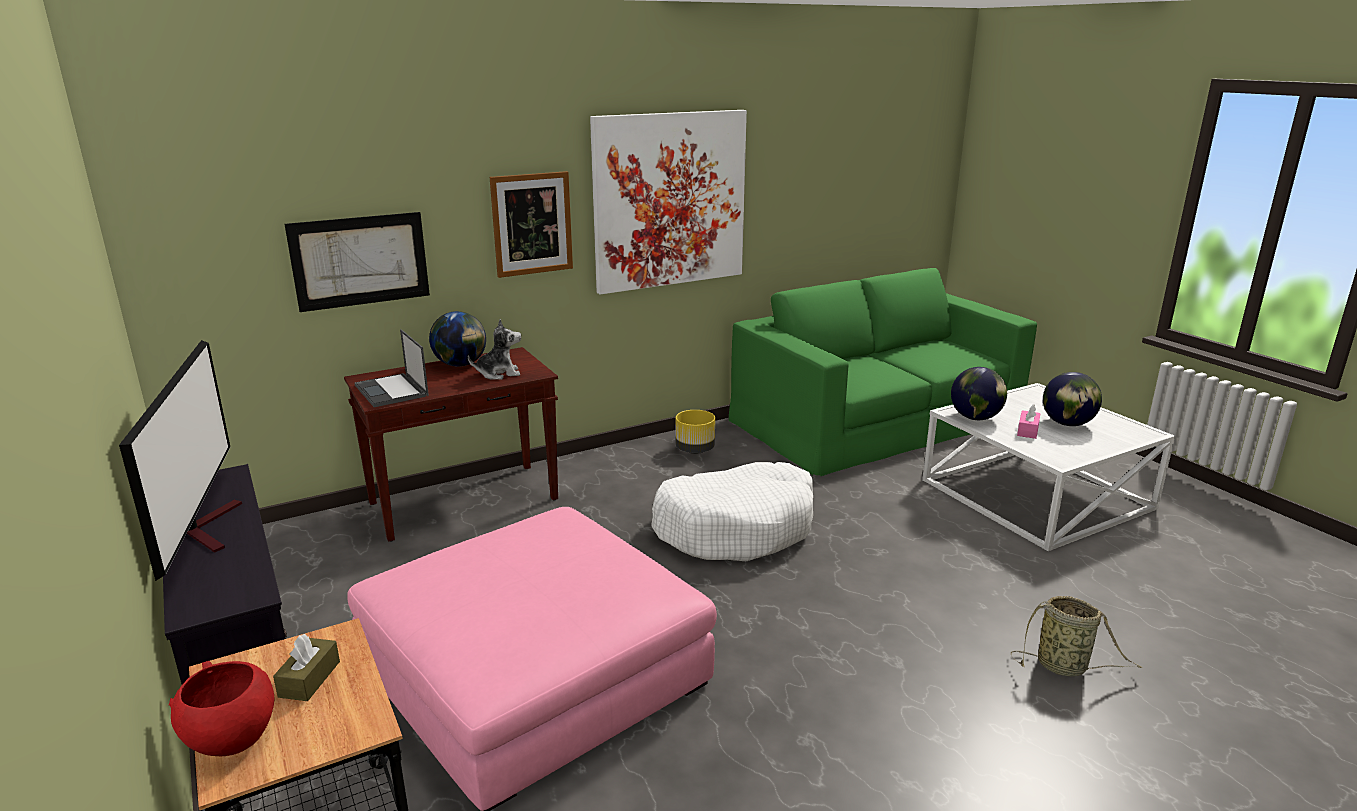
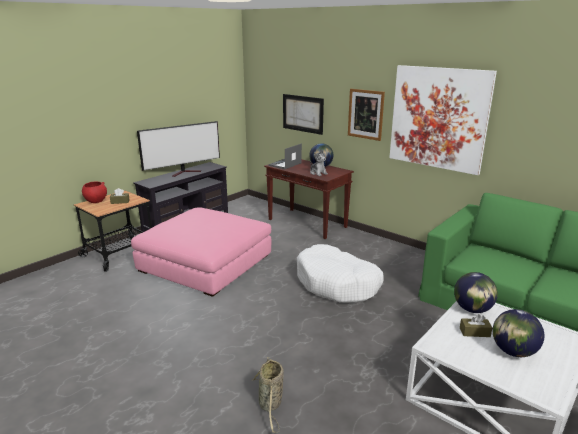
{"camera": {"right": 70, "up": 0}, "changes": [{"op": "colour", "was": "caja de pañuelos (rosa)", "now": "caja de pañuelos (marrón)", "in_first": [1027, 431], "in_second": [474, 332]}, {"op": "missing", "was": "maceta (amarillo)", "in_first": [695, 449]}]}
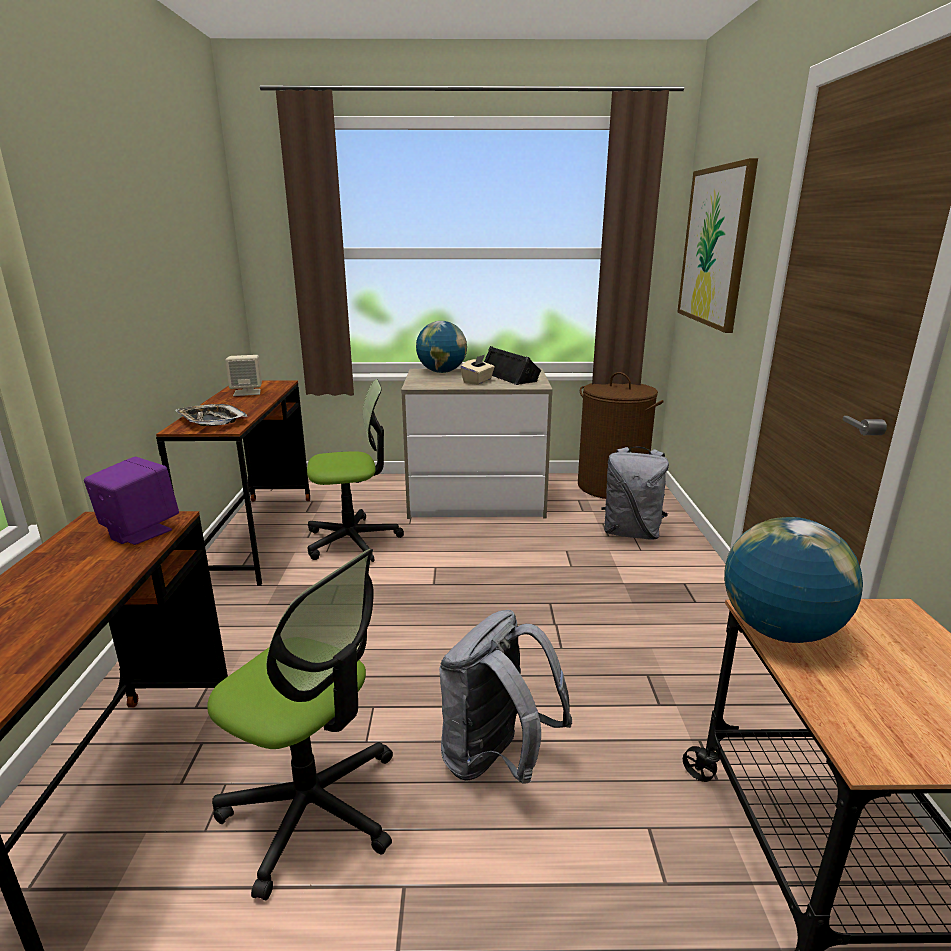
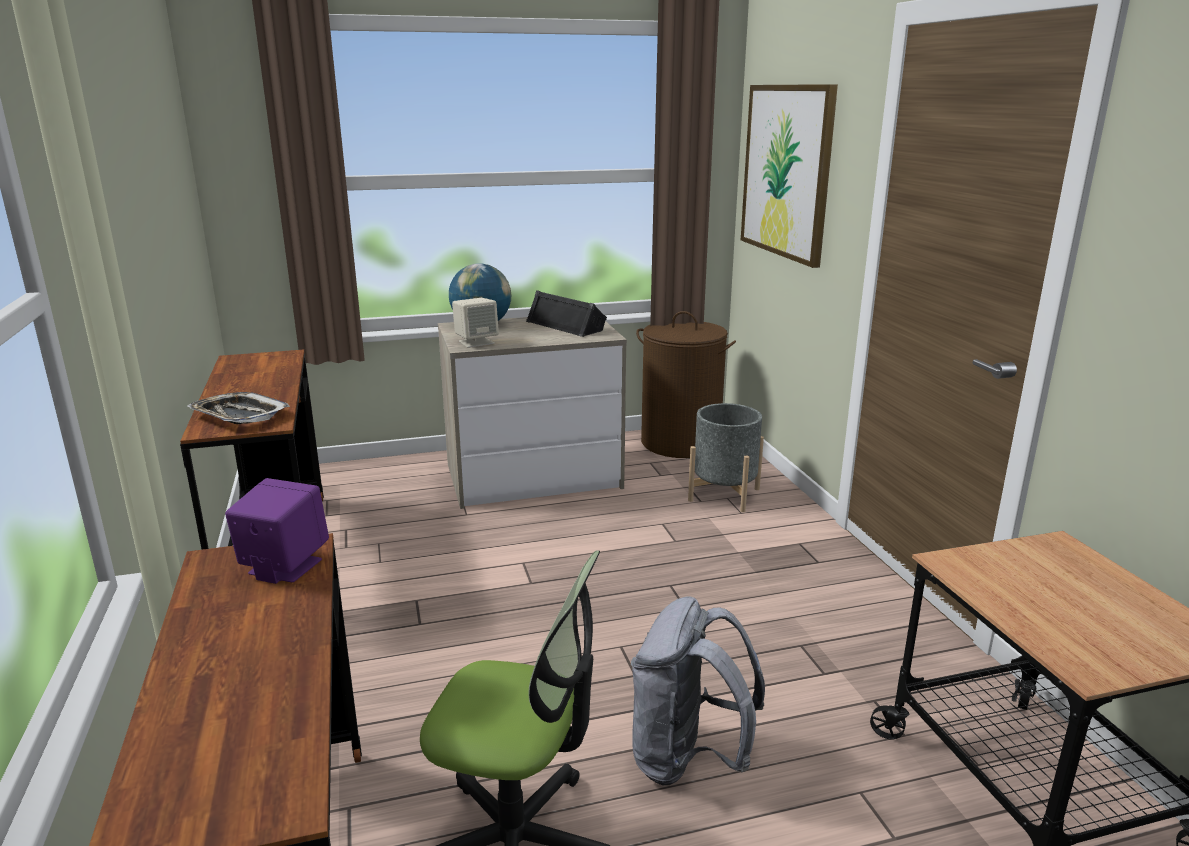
{"camera": {"right": -15, "up": 0}, "changes": [{"op": "relocated", "was": "altavoz (beis)", "in_first": [247, 392], "in_second": [476, 342]}, {"op": "exchanged", "was": "mochila (gris)", "now": "maceta (gris)", "in_first": [631, 533], "in_second": [724, 494]}, {"op": "missing", "was": "silla de oficina", "in_first": [353, 541]}, {"op": "missing", "was": "caja de pañuelos (beis)", "in_first": [478, 381]}, {"op": "missing", "was": "globo terráqueo", "in_first": [779, 630]}]}
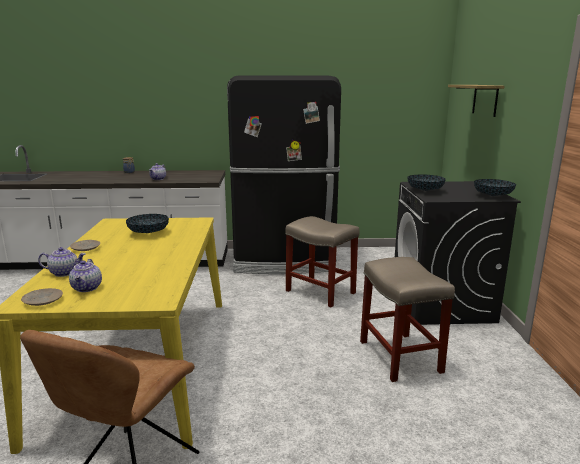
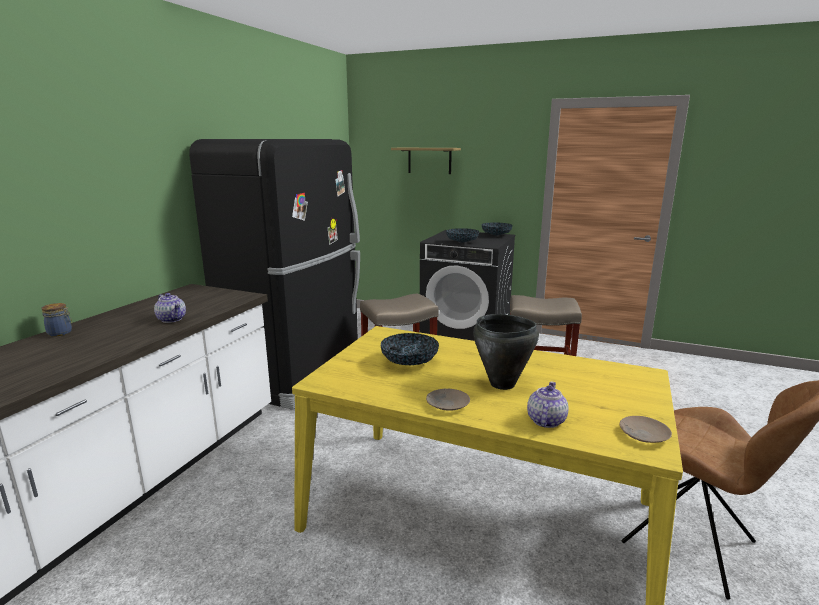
{"camera": {"right": -65, "up": 0}, "changes": [{"op": "appeared", "now": "olla (negro)", "in_second": [502, 384]}, {"op": "missing", "was": "tetera", "in_first": [87, 288]}]}
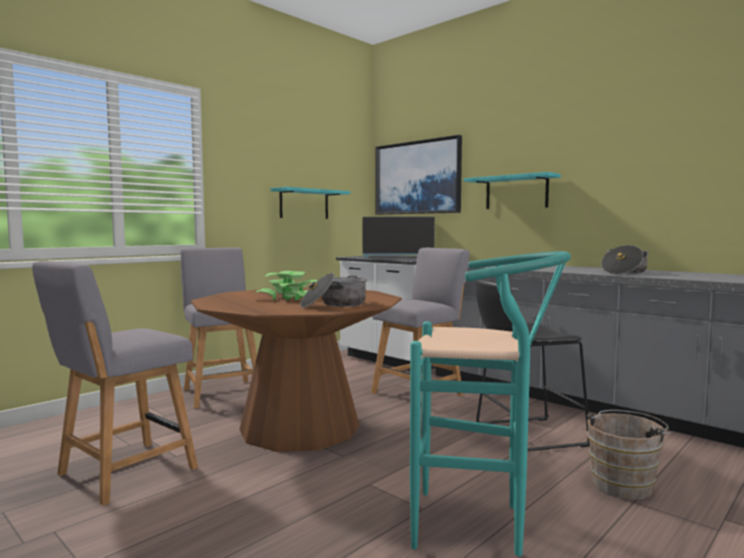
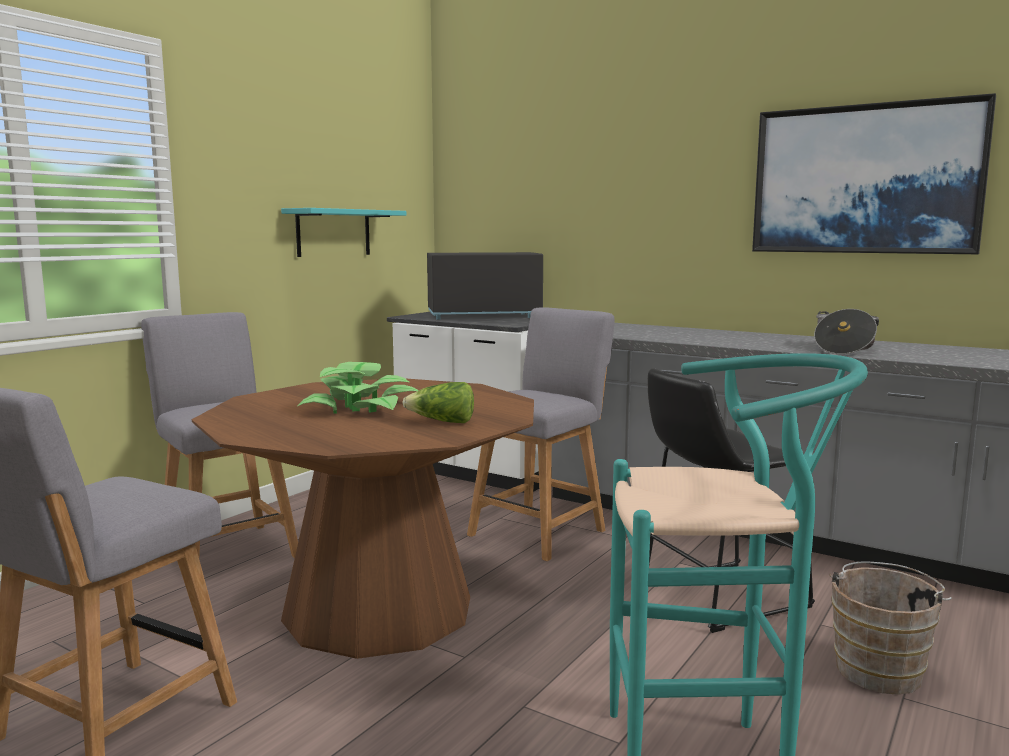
{"camera": {"right": -10, "up": 5}, "changes": [{"op": "exchanged", "was": "olla", "now": "lechuga", "in_first": [334, 304], "in_second": [442, 422]}, {"op": "relocated", "was": "cuadro", "in_first": [417, 178], "in_second": [865, 180]}, {"op": "missing", "was": "estante (turquesa)", "in_first": [516, 192]}]}
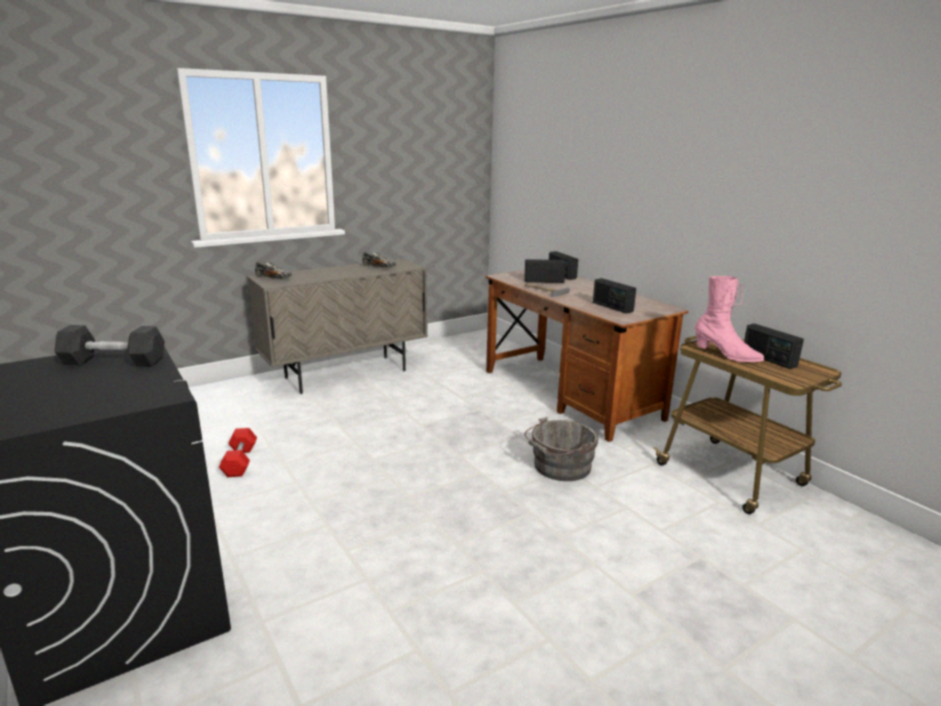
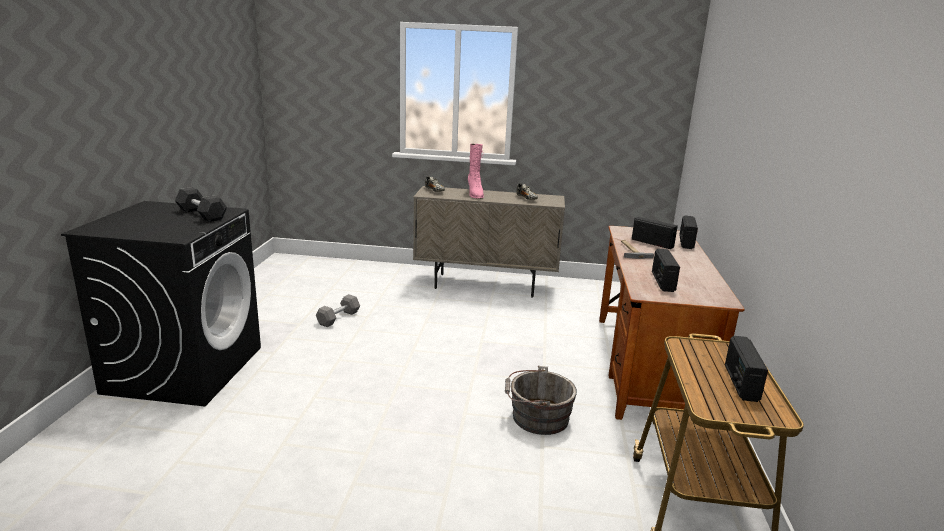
{"camera": {"right": 40, "up": 0}, "changes": [{"op": "colour", "was": "mancuerna (rojo)", "now": "mancuerna (gris)", "in_first": [240, 461], "in_second": [338, 318]}, {"op": "relocated", "was": "bota (rosa)", "in_first": [726, 355], "in_second": [475, 194]}]}
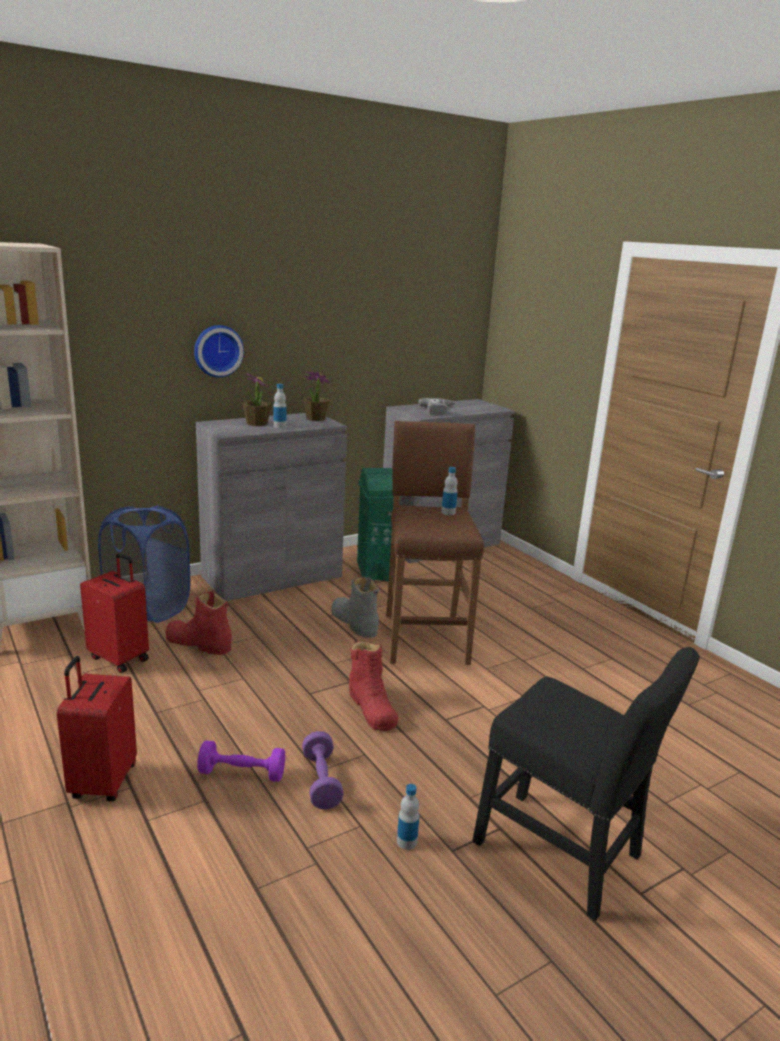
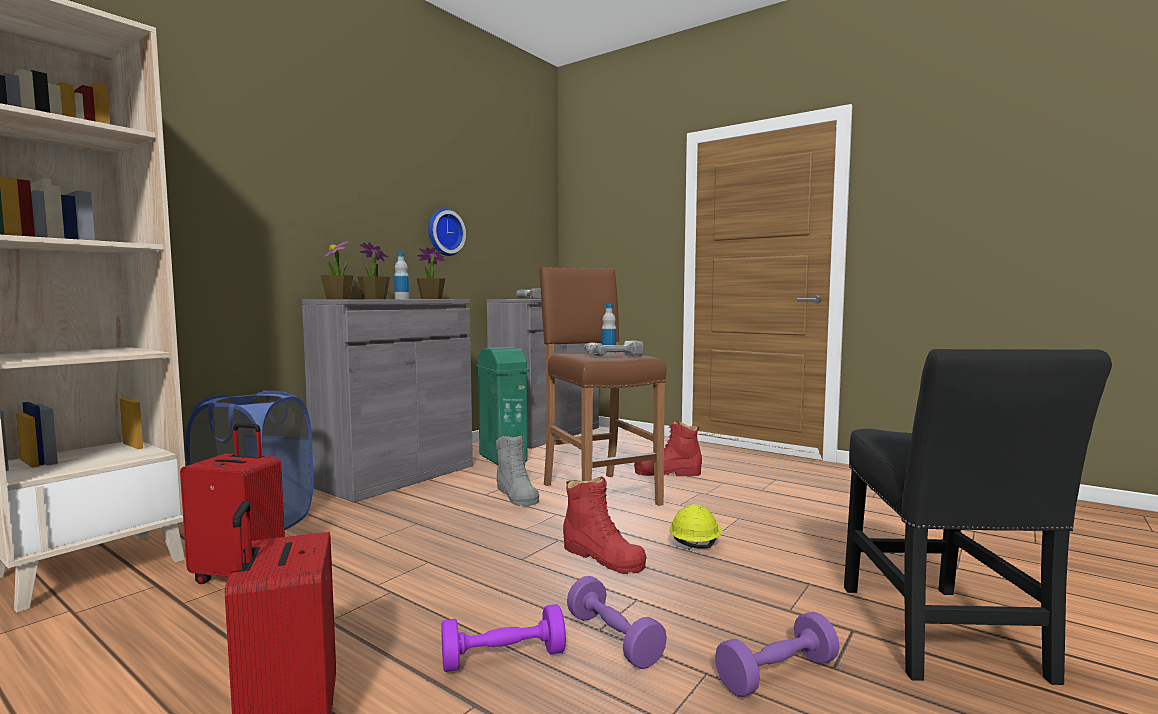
{"camera": {"right": -20, "up": -15}, "changes": [{"op": "appeared", "now": "planta en maceta", "in_second": [338, 299]}, {"op": "relocated", "was": "reloj de pared", "in_first": [217, 350], "in_second": [444, 232]}, {"op": "spun", "was": "bota (gris)", "in_first": [354, 622], "in_second": [516, 495], "clockwise": -150}, {"op": "appeared", "now": "taladro", "in_second": [611, 355]}, {"op": "relocated", "was": "bota (rojo)", "in_first": [198, 643], "in_second": [667, 473]}, {"op": "appeared", "now": "casco (amarillo)", "in_second": [695, 545]}, {"op": "exchanged", "was": "botella", "now": "mancuerna (morado)", "in_first": [407, 842], "in_second": [777, 674]}, {"op": "spun", "was": "silla (negro)", "in_first": [564, 855], "in_second": [941, 636], "clockwise": 75}]}
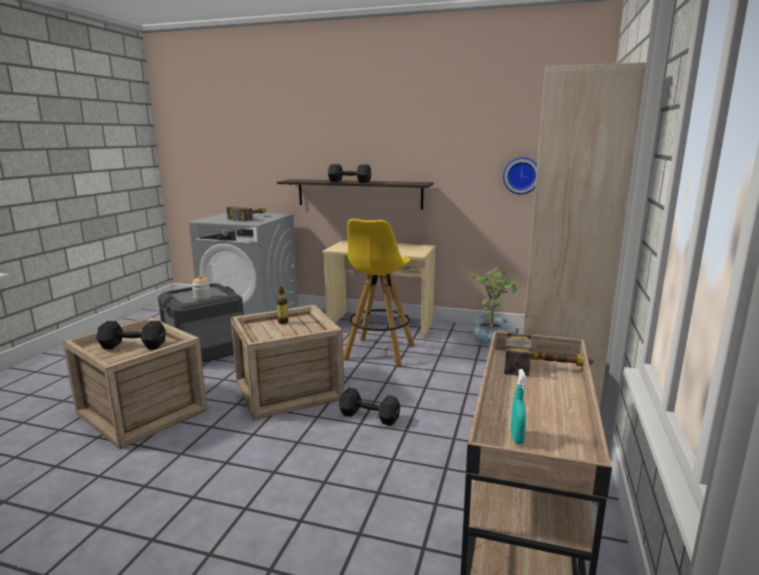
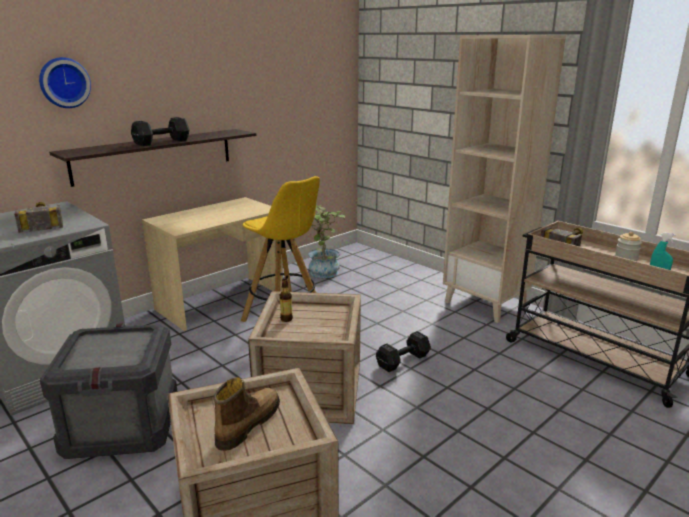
{"camera": {"right": -60, "up": 5}, "changes": [{"op": "relocated", "was": "reloj de pared", "in_first": [521, 175], "in_second": [64, 82]}, {"op": "exchanged", "was": "mancuerna (negro)", "now": "bota", "in_first": [132, 346], "in_second": [247, 424]}, {"op": "relocated", "was": "tarro", "in_first": [202, 297], "in_second": [626, 259]}]}
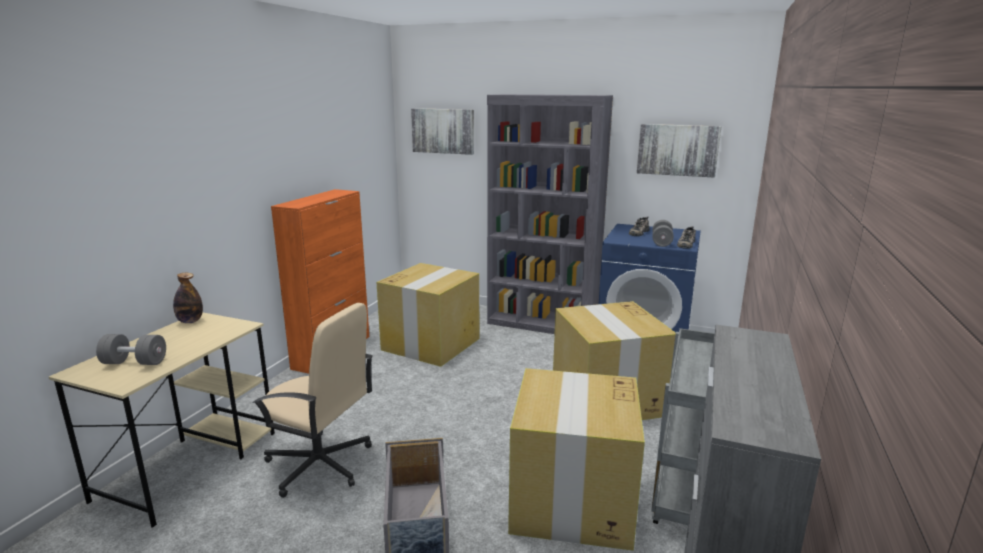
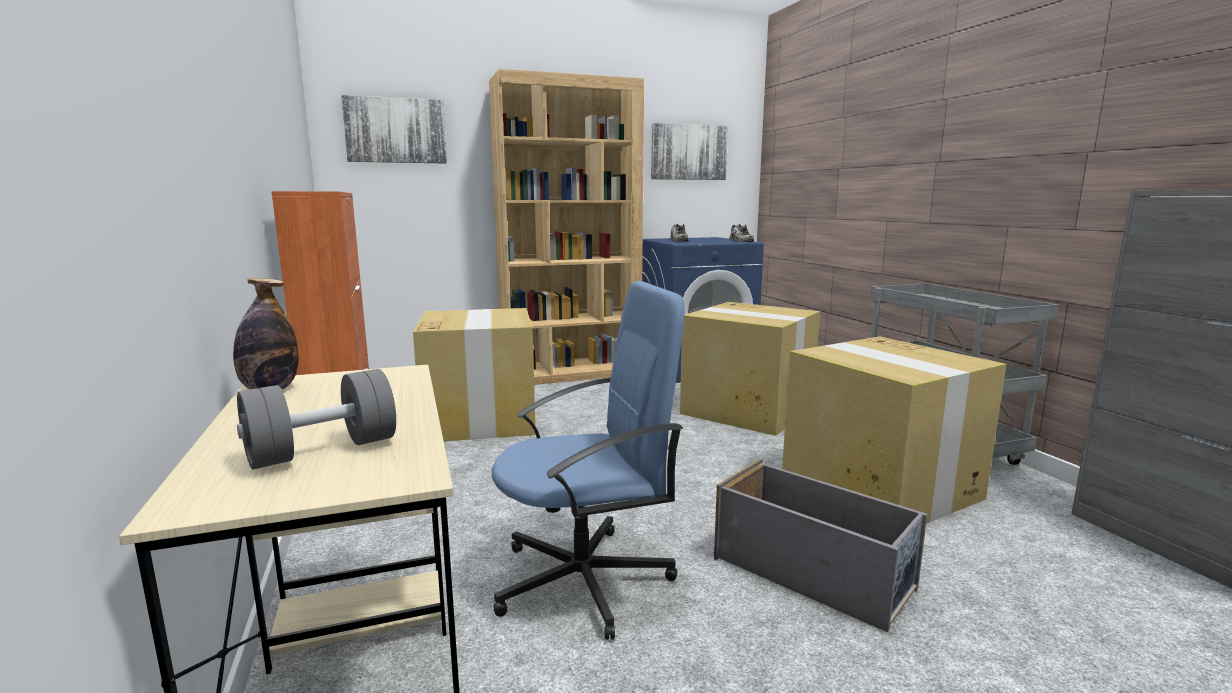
{"camera": {"right": -40, "up": -5}, "changes": [{"op": "colour", "was": "estantería (gris)", "now": "estantería (marrón)", "in_first": [542, 323], "in_second": [571, 373]}, {"op": "colour", "was": "silla de oficina (beis)", "now": "silla de oficina (azul)", "in_first": [320, 464], "in_second": [586, 580]}, {"op": "missing", "was": "mancuerna (gris)", "in_first": [661, 242]}]}
